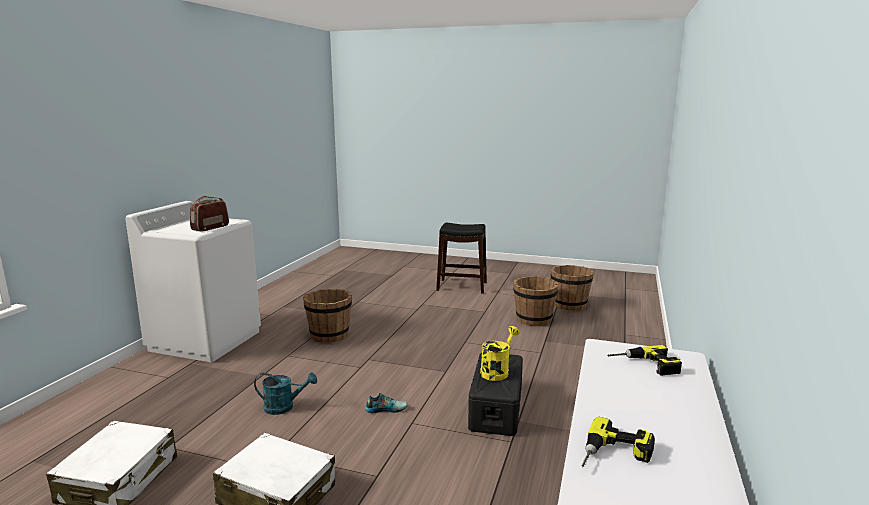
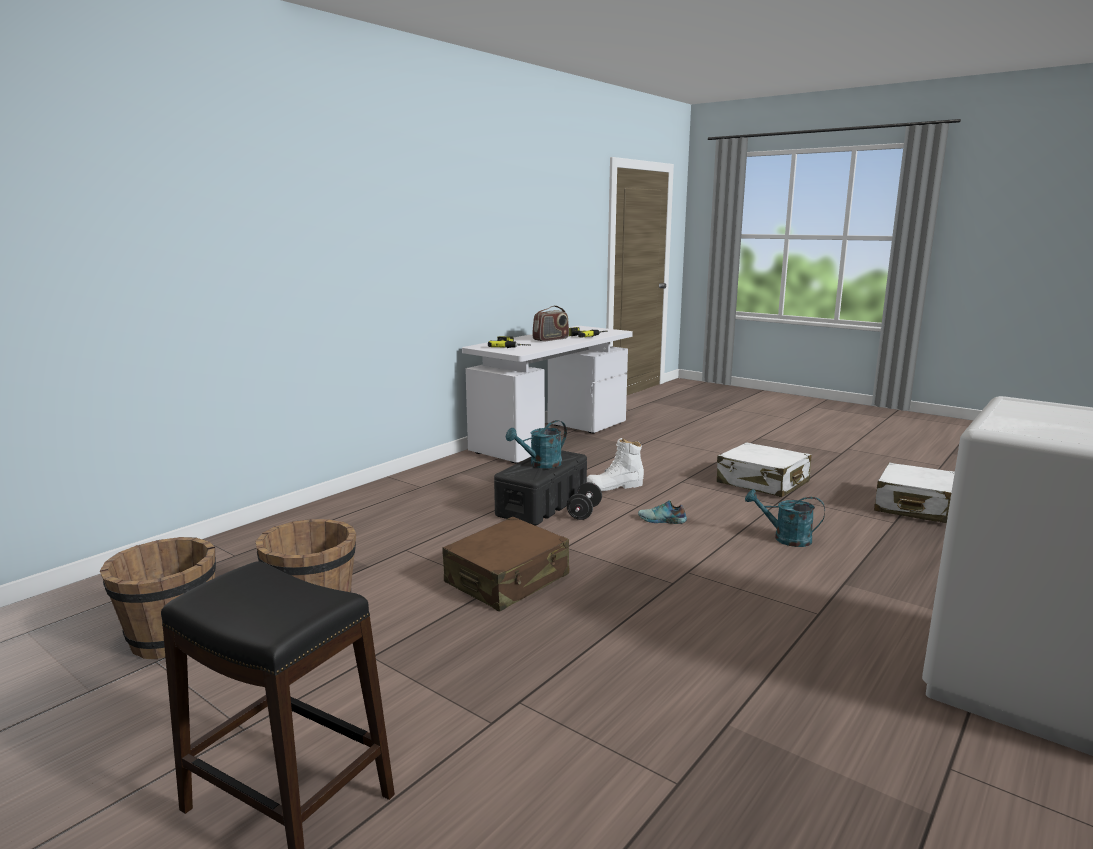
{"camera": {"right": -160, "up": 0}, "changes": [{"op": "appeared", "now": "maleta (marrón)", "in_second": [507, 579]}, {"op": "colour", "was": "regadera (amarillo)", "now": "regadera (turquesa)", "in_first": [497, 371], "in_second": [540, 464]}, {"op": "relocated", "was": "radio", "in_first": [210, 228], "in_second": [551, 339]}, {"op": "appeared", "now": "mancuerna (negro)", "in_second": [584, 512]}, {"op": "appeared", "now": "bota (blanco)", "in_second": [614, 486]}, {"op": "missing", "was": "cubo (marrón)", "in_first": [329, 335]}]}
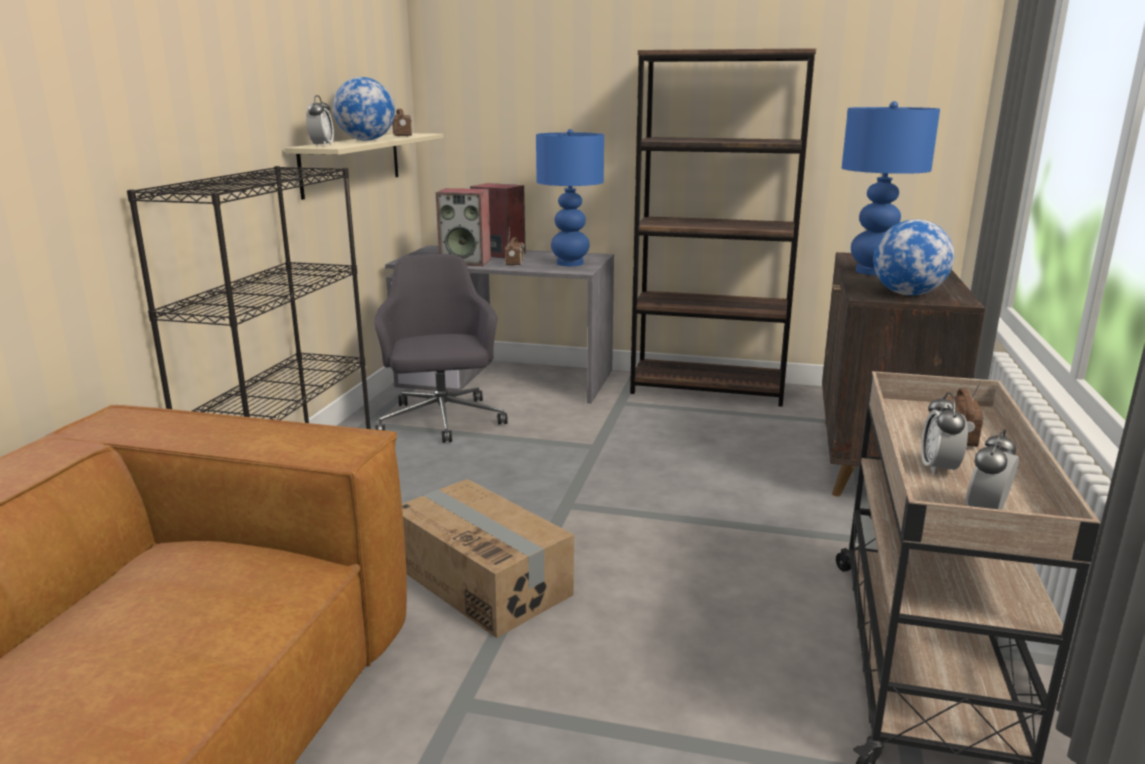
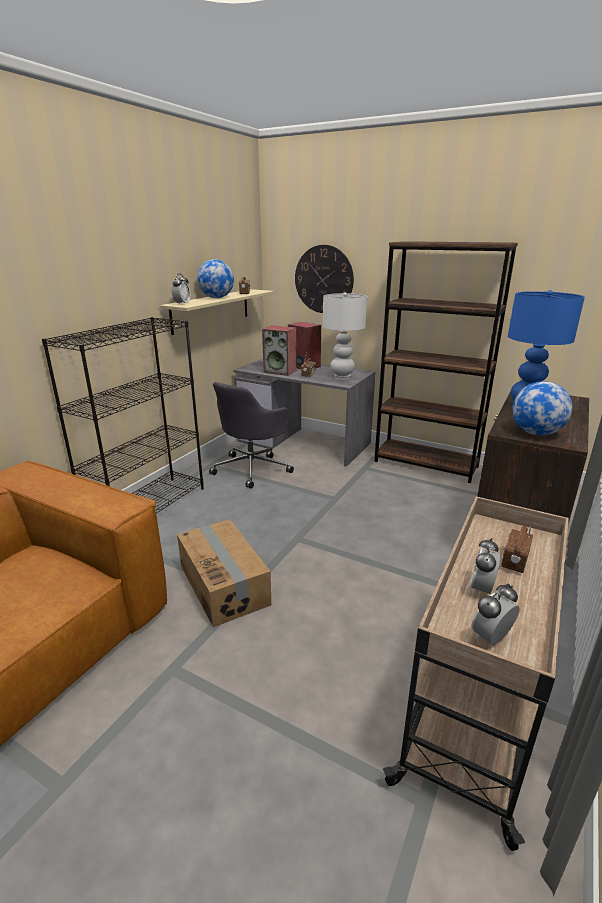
{"camera": {"right": 15, "up": 5}, "changes": [{"op": "spun", "was": "silla de oficina (gris)", "in_first": [441, 421], "in_second": [252, 468], "clockwise": -150}, {"op": "appeared", "now": "reloj de pared", "in_second": [323, 279]}, {"op": "colour", "was": "lámpara de mesa (azul)", "now": "lámpara de mesa (blanco)", "in_first": [570, 263], "in_second": [342, 377]}]}
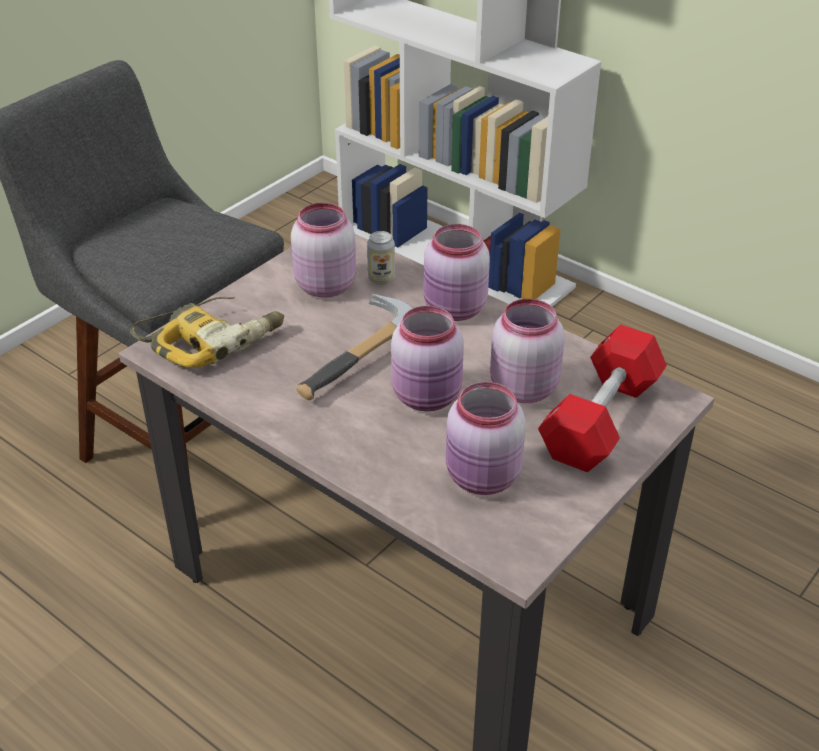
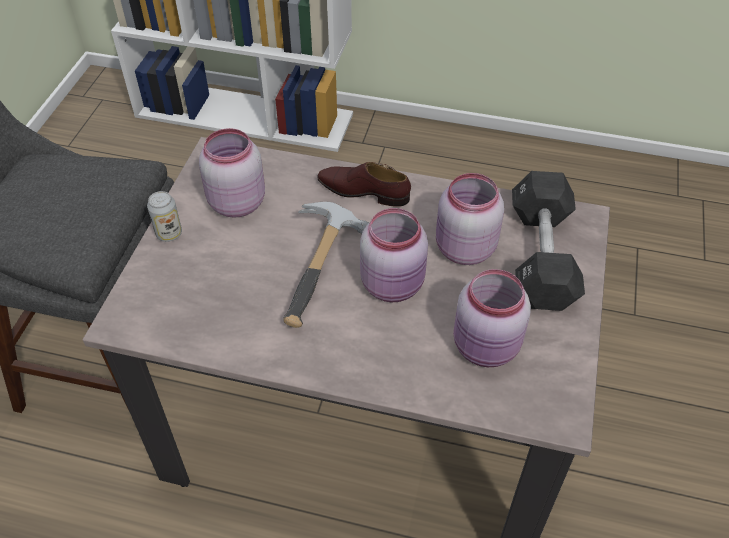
{"camera": {"right": -25, "up": 10}, "changes": [{"op": "relocated", "was": "lata", "in_first": [381, 279], "in_second": [169, 234]}, {"op": "exchanged", "was": "tarro (rosa)", "now": "zapato (marrón)", "in_first": [455, 310], "in_second": [363, 191]}, {"op": "colour", "was": "mancuerna (rojo)", "now": "mancuerna (negro)", "in_first": [601, 419], "in_second": [541, 257]}, {"op": "missing", "was": "taladro", "in_first": [212, 339]}]}
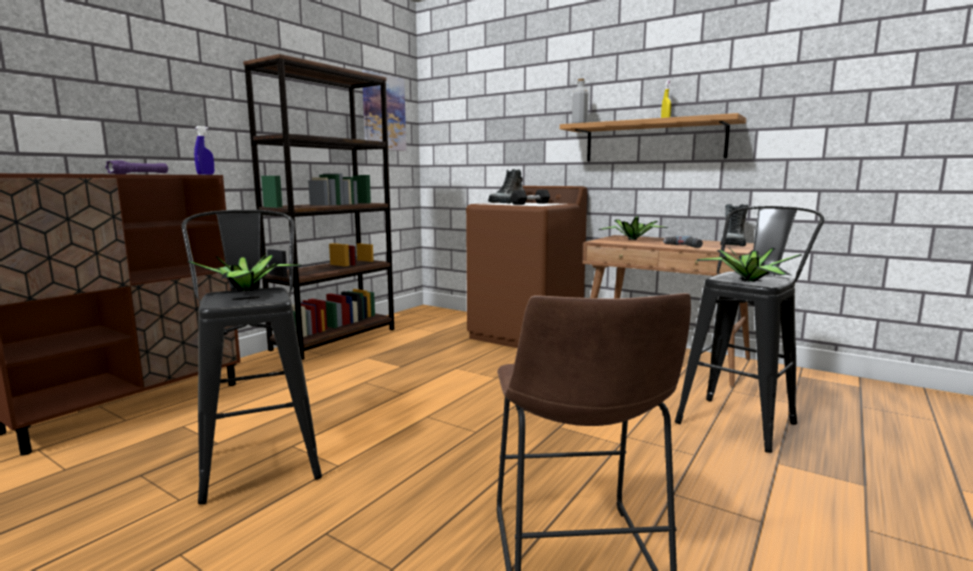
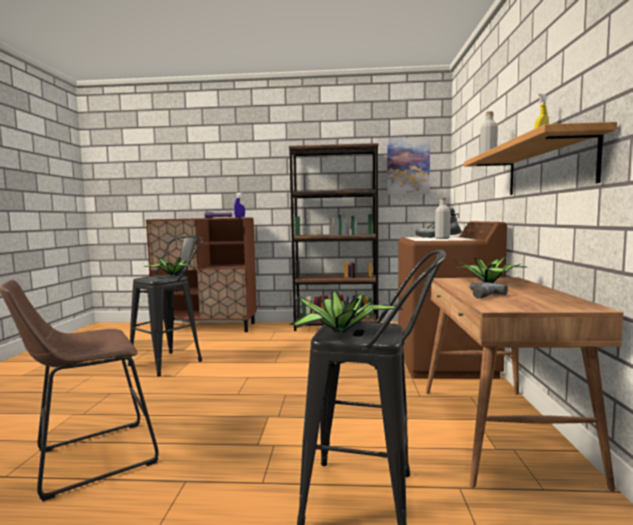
{"camera": {"right": 60, "up": -5}, "changes": [{"op": "exchanged", "was": "mancuerna (negro)", "now": "botella (gris)", "in_first": [530, 203], "in_second": [442, 238]}, {"op": "missing", "was": "bota", "in_first": [733, 244]}]}
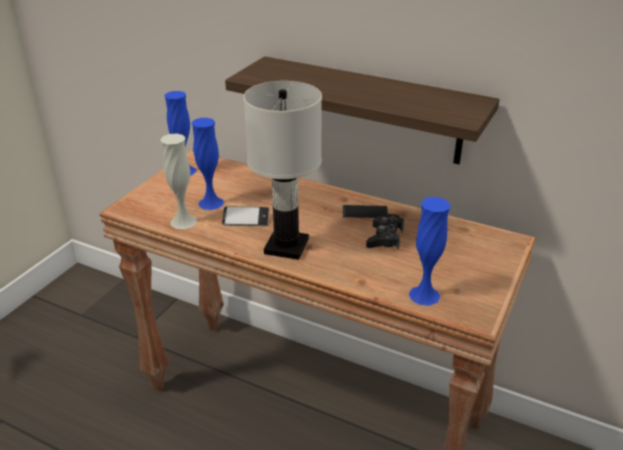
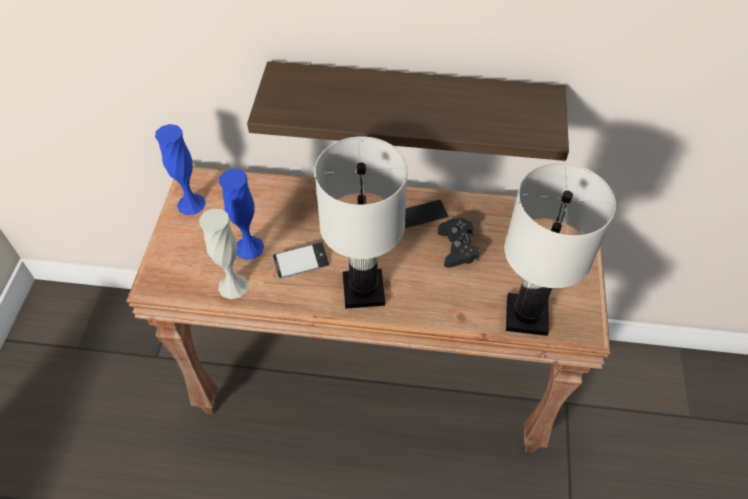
{"camera": {"right": -20, "up": 20}, "changes": [{"op": "exchanged", "was": "florero (azul)", "now": "lámpara de mesa (blanco)", "in_first": [424, 295], "in_second": [527, 316]}]}
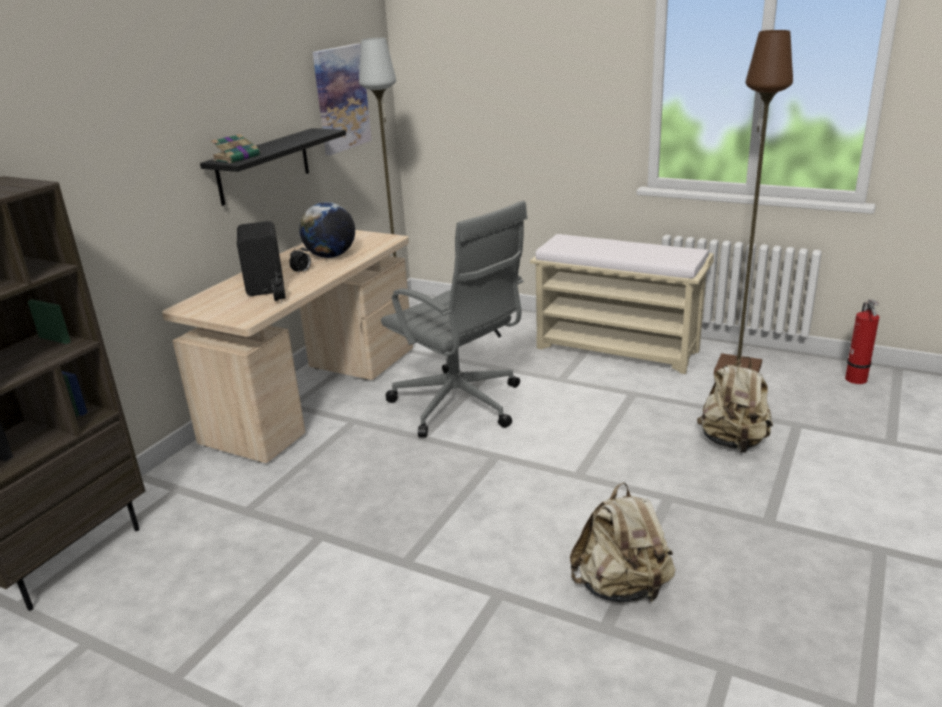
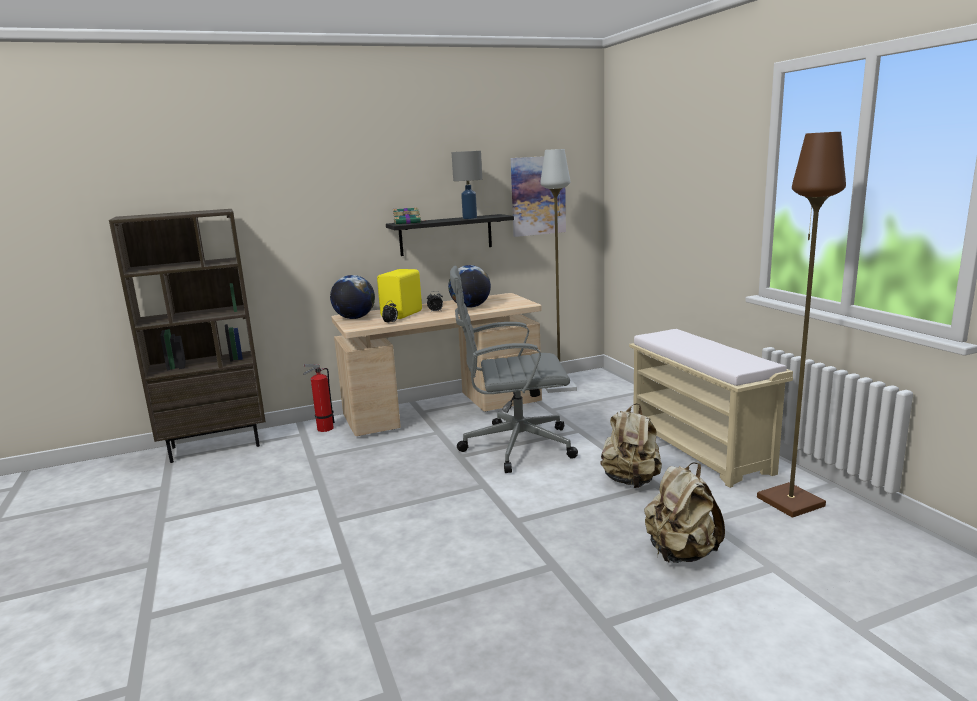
{"camera": {"right": 40, "up": -10}, "changes": [{"op": "relocated", "was": "extintor", "in_first": [856, 380], "in_second": [323, 429]}, {"op": "appeared", "now": "globo terráqueo", "in_second": [354, 318]}, {"op": "colour", "was": "altavoz (negro)", "now": "altavoz (amarillo)", "in_first": [266, 285], "in_second": [403, 314]}, {"op": "spun", "was": "silla de oficina (gris)", "in_first": [460, 405], "in_second": [514, 446], "clockwise": 90}, {"op": "appeared", "now": "lámpara de mesa (gris)", "in_second": [469, 218]}, {"op": "relocated", "was": "mochila (beis)", "in_first": [622, 588], "in_second": [631, 481]}]}
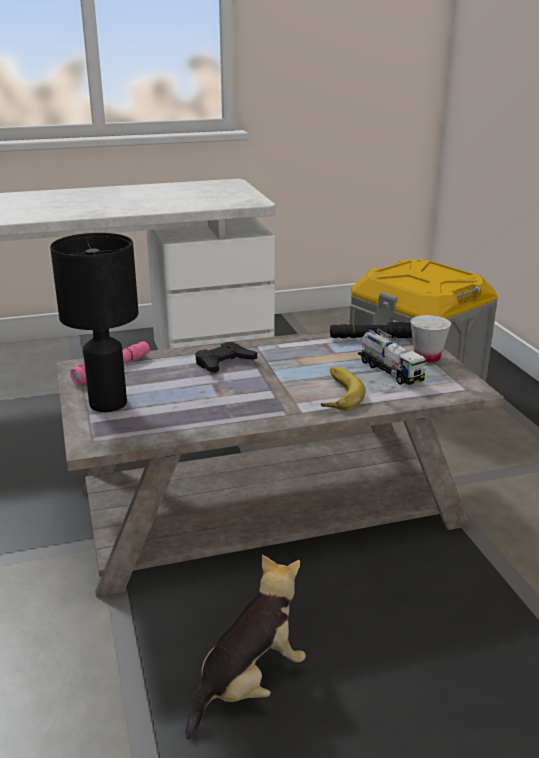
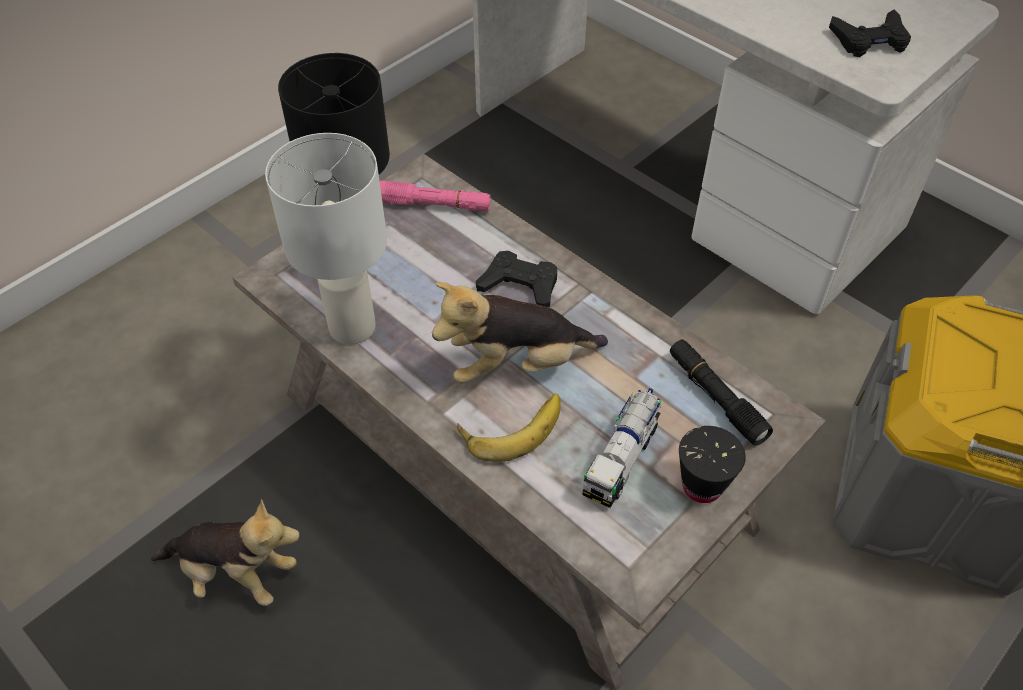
{"camera": {"right": 60, "up": 25}, "changes": [{"op": "appeared", "now": "lámpara de mesa (blanco)", "in_second": [352, 328]}, {"op": "appeared", "now": "peluche", "in_second": [517, 364]}, {"op": "colour", "was": "taza (blanco)", "now": "taza (negro)", "in_first": [427, 357], "in_second": [702, 486]}, {"op": "appeared", "now": "mando de consola (negro)", "in_second": [869, 40]}]}
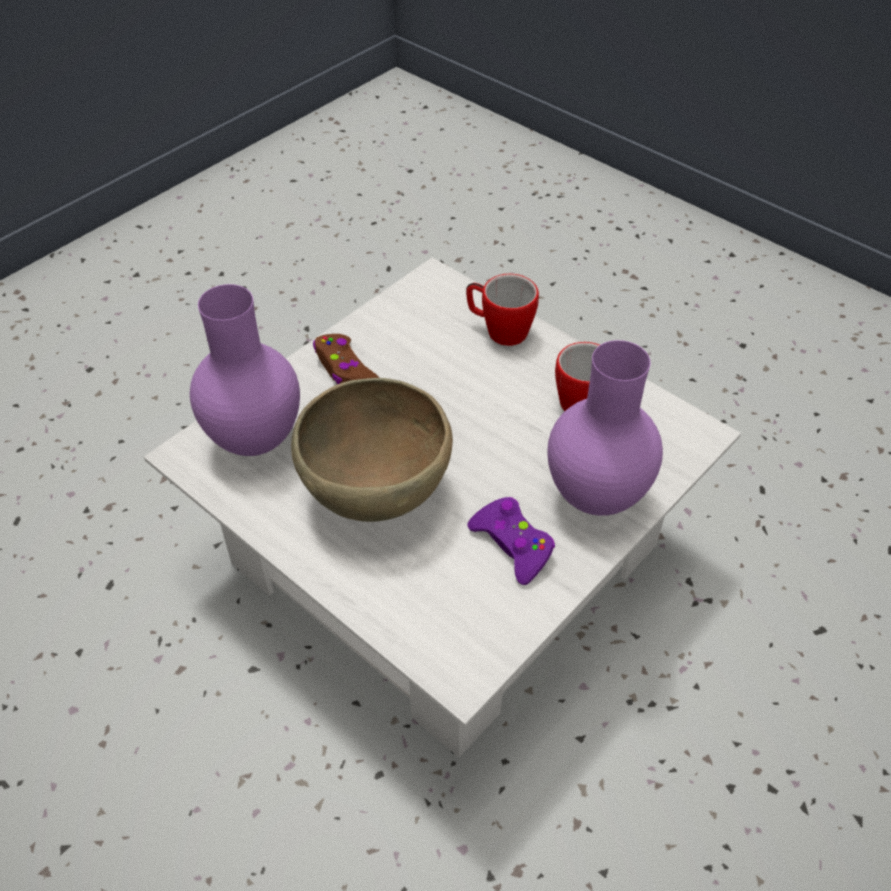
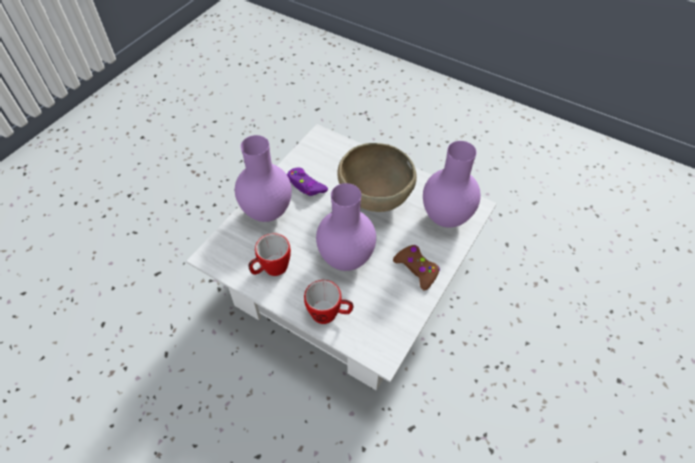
{"camera": {"right": 170, "up": 5}, "changes": [{"op": "appeared", "now": "florero (morado)", "in_second": [347, 258]}]}
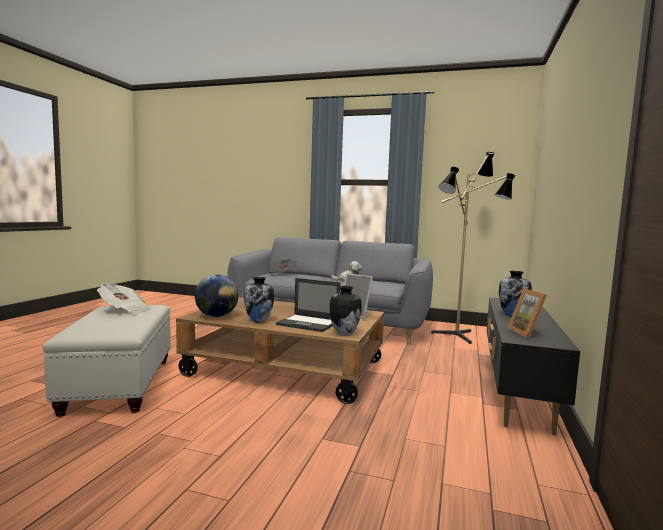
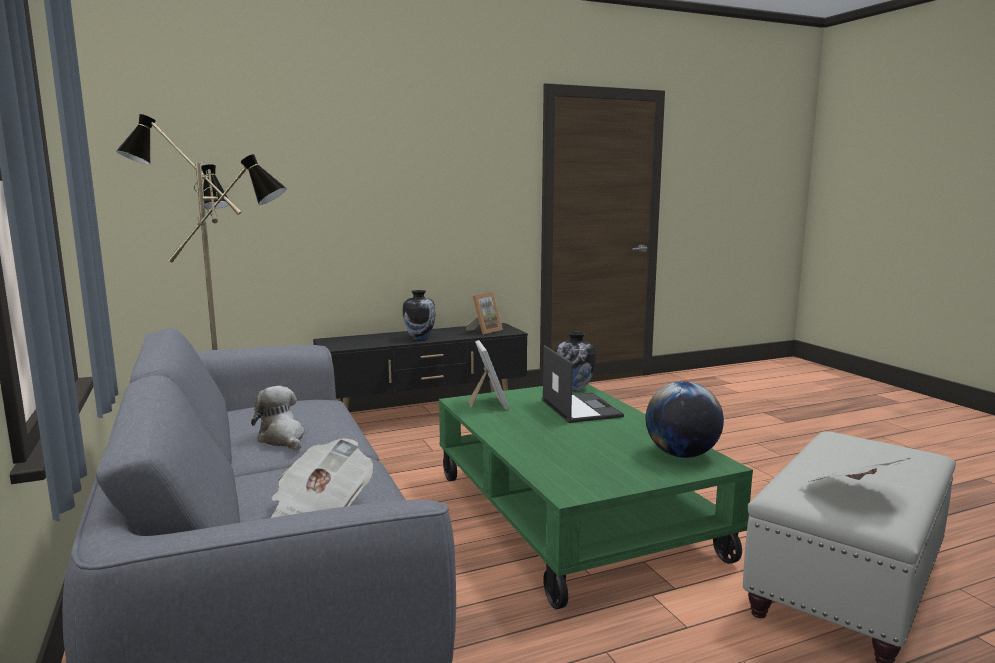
{"camera": {"right": -130, "up": 5}, "changes": [{"op": "colour", "was": "mesa de centro (marrón)", "now": "mesa de centro (verde)", "in_first": [286, 368], "in_second": [570, 515]}, {"op": "missing", "was": "florero", "in_first": [259, 321]}]}
